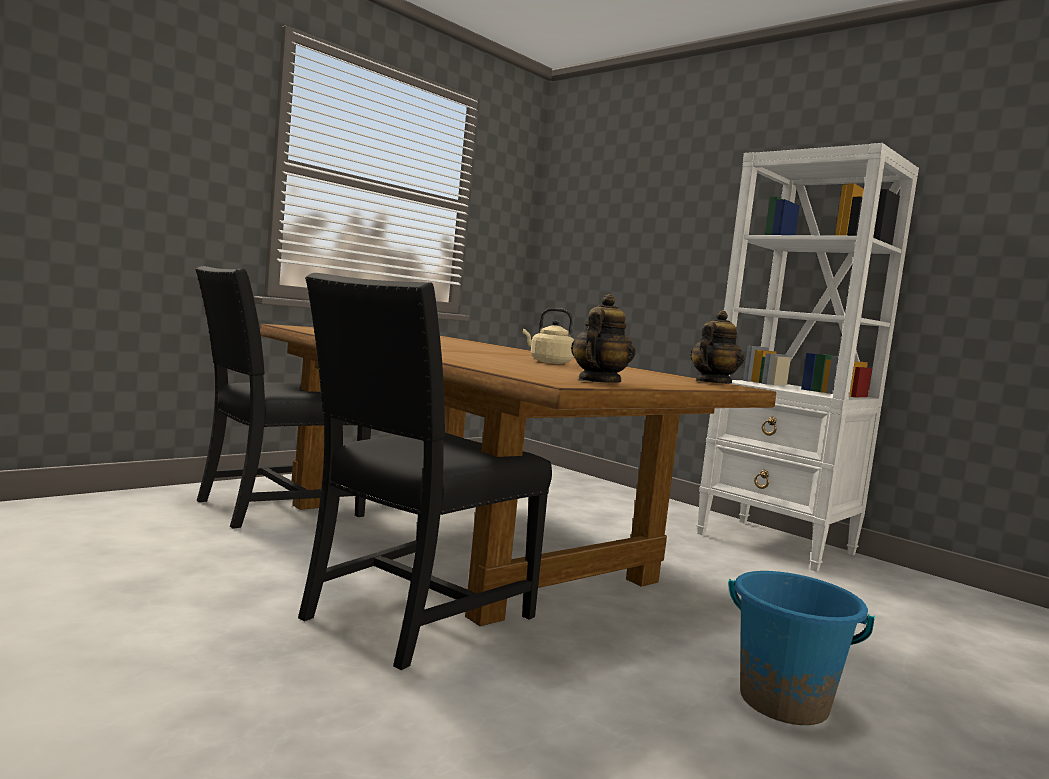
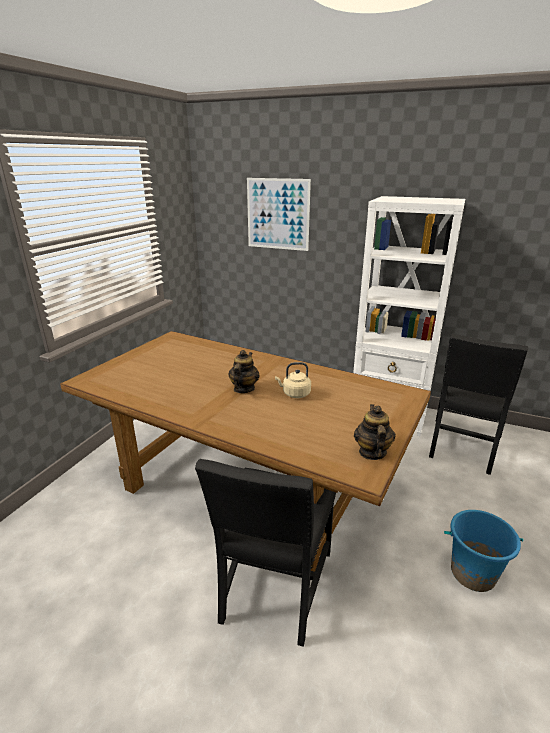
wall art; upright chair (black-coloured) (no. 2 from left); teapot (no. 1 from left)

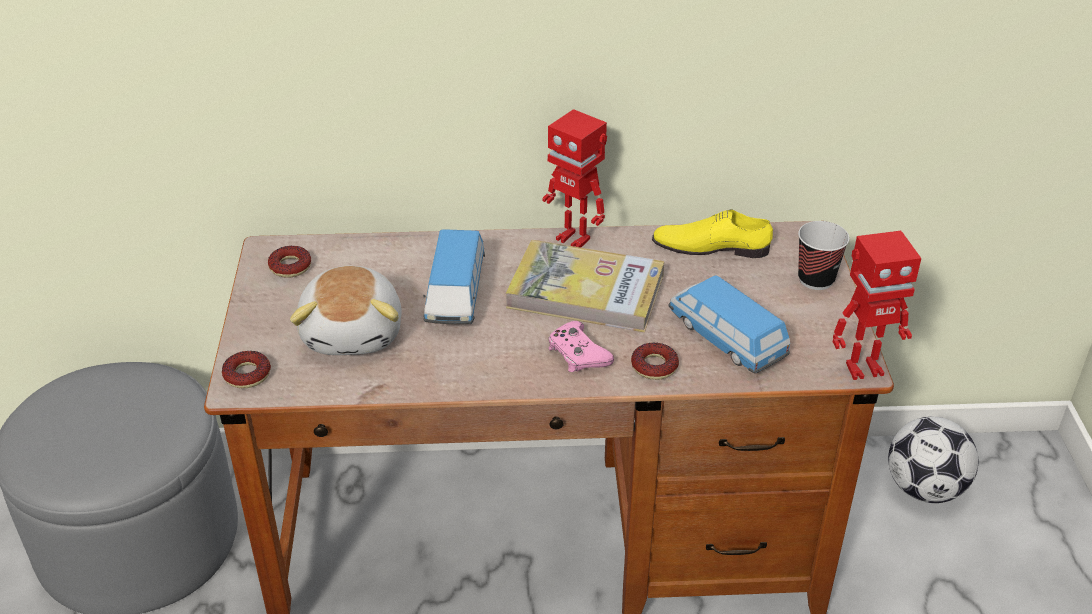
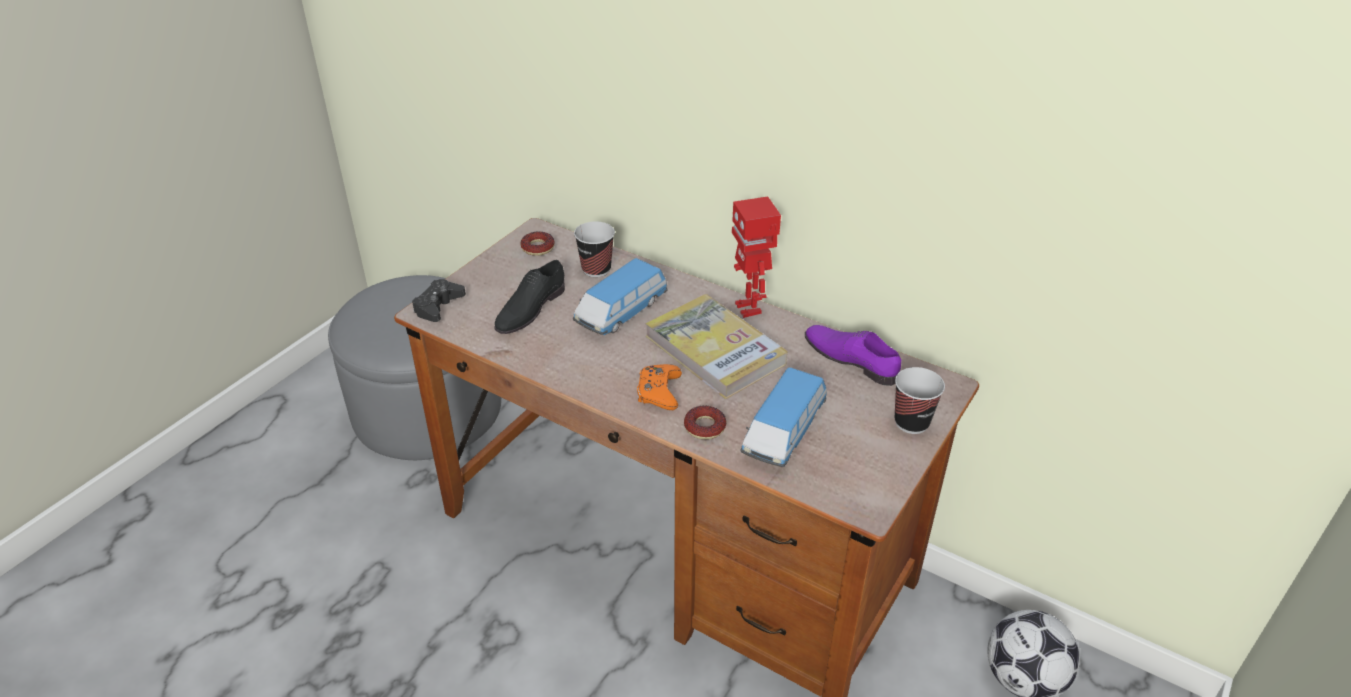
toy robot (no. 2 from left in the first image); cup (no. 1 from left); gamepad (black-coloured); shoe (black-coloured); gamepad (orangey); shoe (purple); miniature car (no. 2 from left)

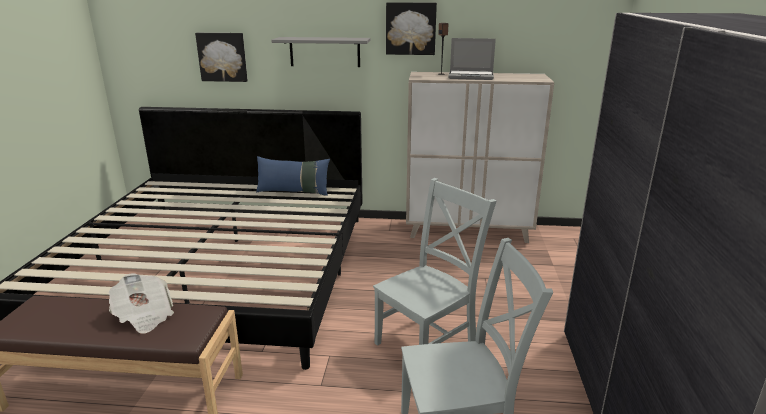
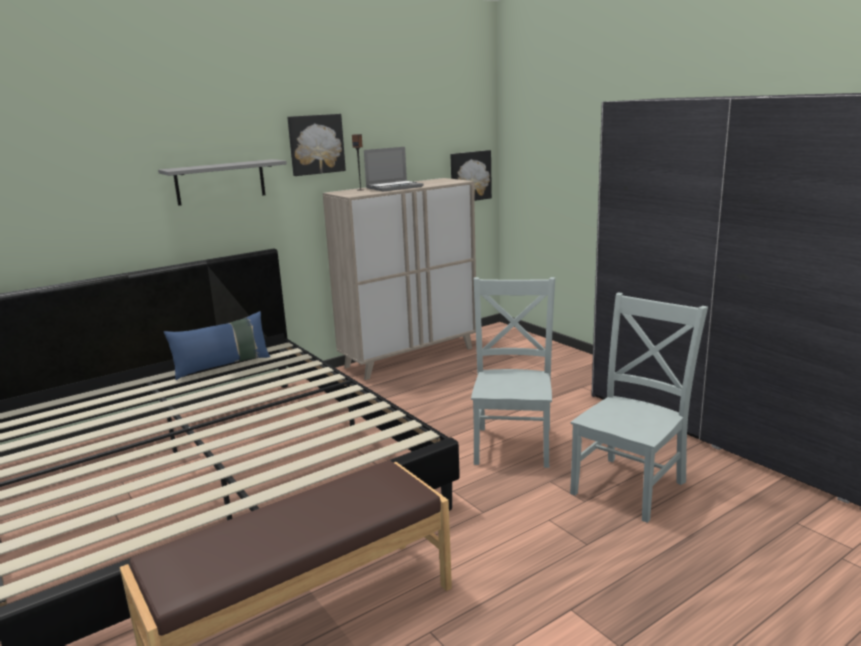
newspaper; wall art (no. 2 from left)

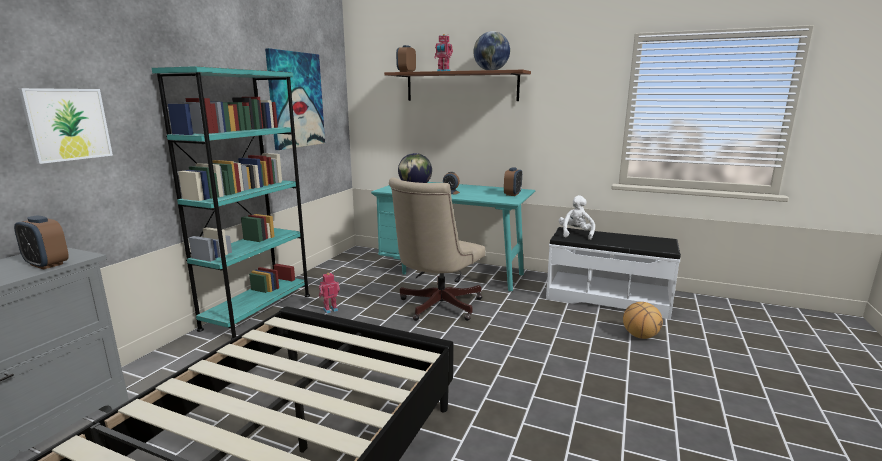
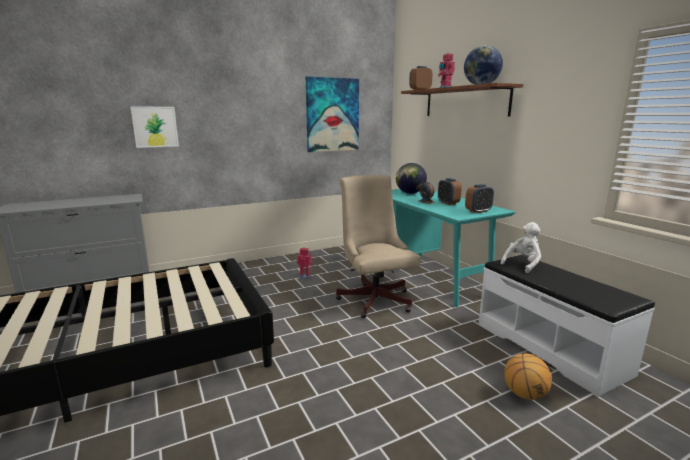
bookshelf (blue-green); bedside clock (no. 3 from left); office chair (beige)

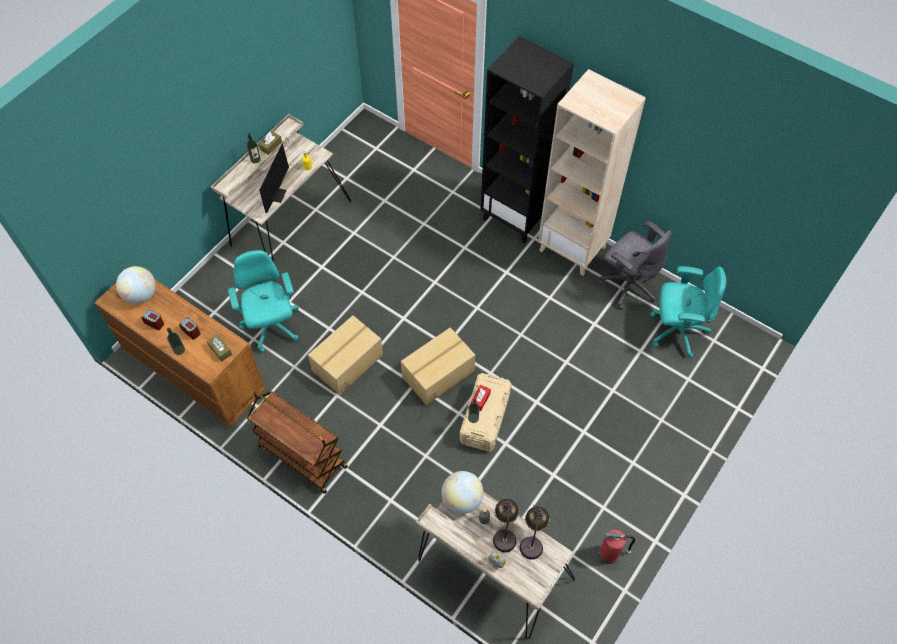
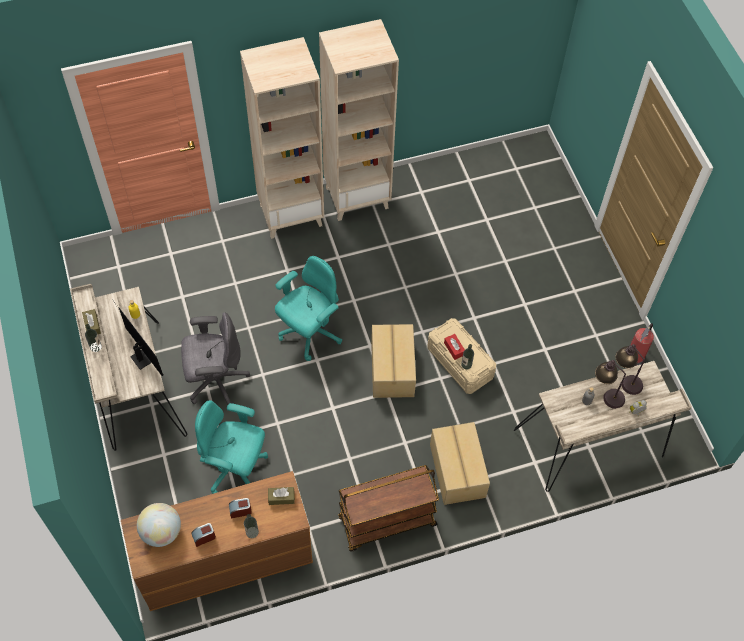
desk globe (no. 2 from left in the first image); cardboard box (no. 2 from left); office chair (gray); office chair (blue-green) (no. 2 from left); bookshelf (beige) (no. 1 from left)

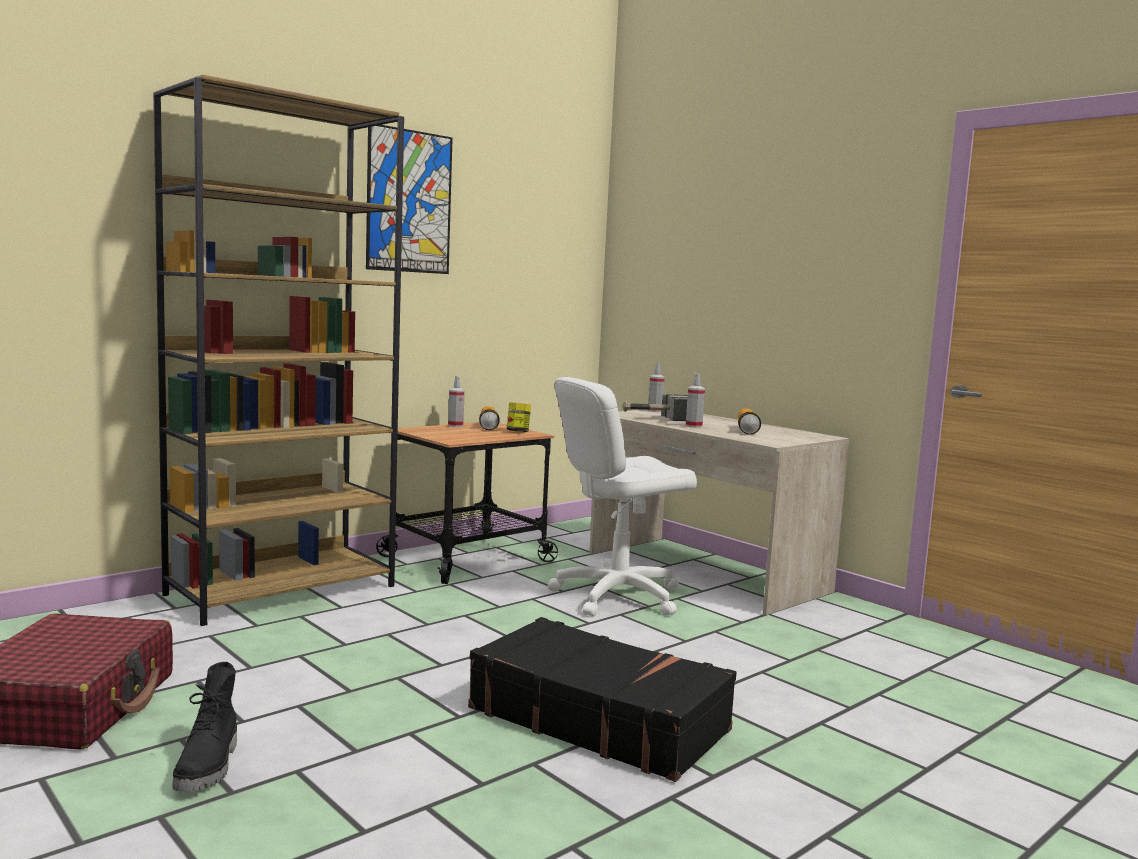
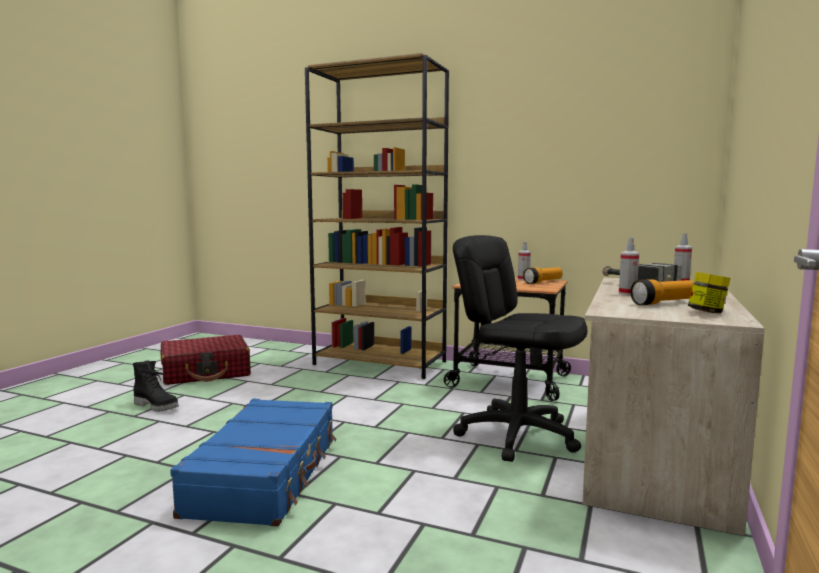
wall art; preserve jar; piece of luggage (blue); office chair (black-coloured); tall boot (black-coloured)

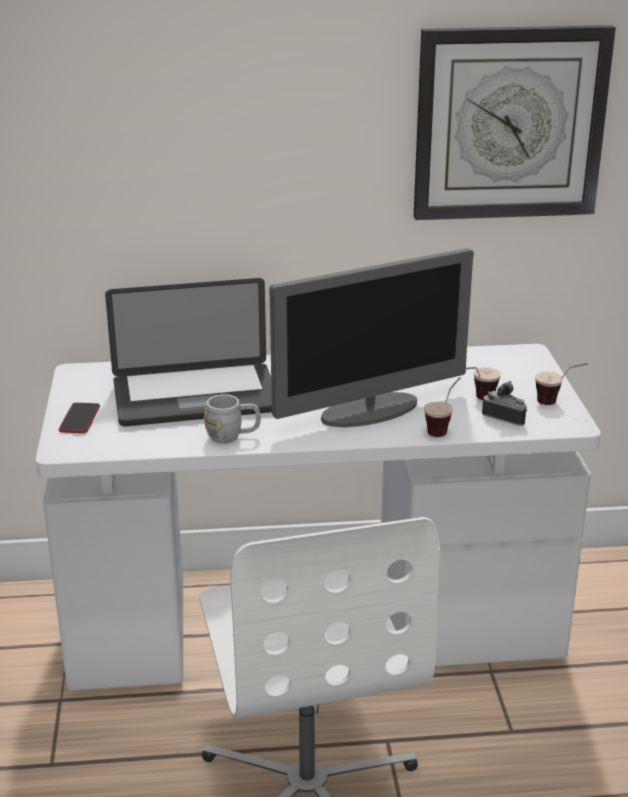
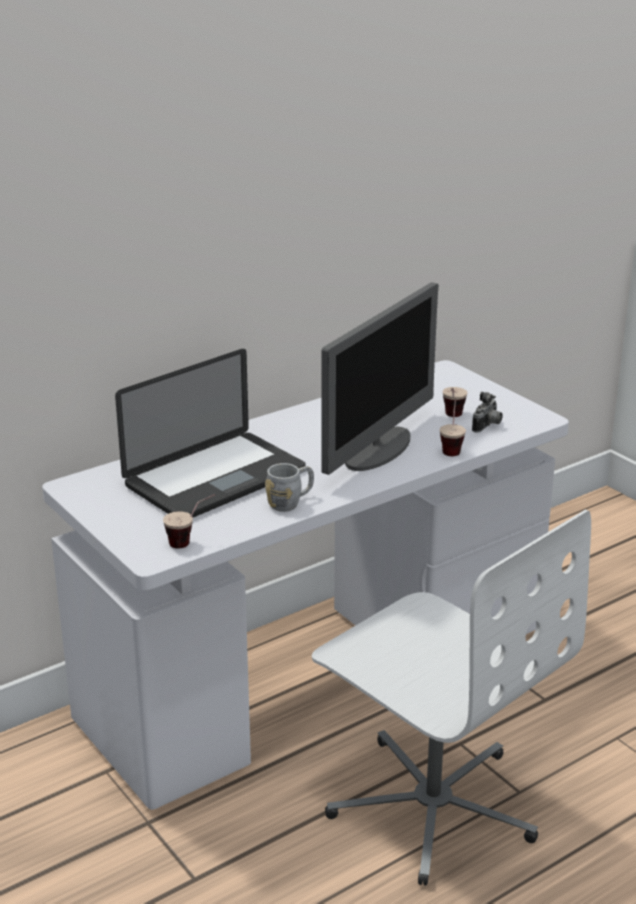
handset; wall clock; cup (no. 1 from left); still camera

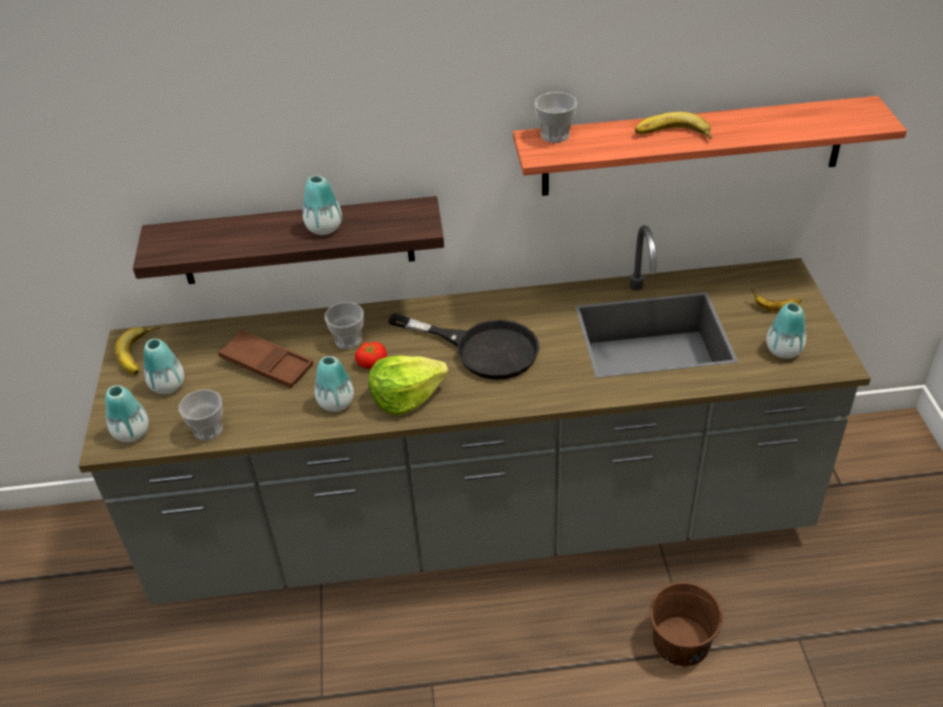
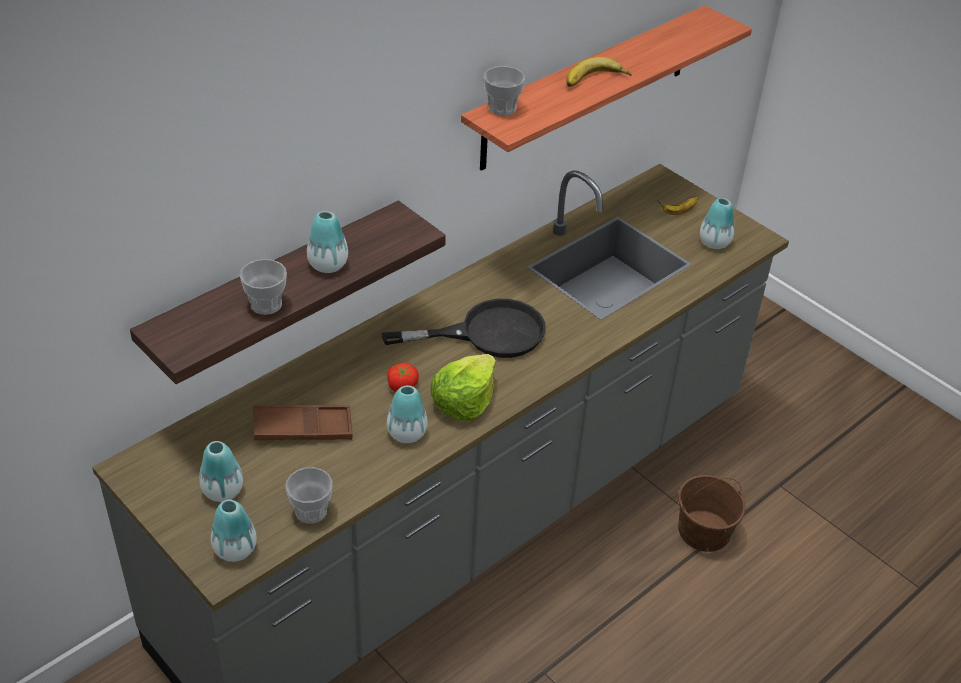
banana fruit (no. 1 from left in the first image); cup (no. 1 from left)

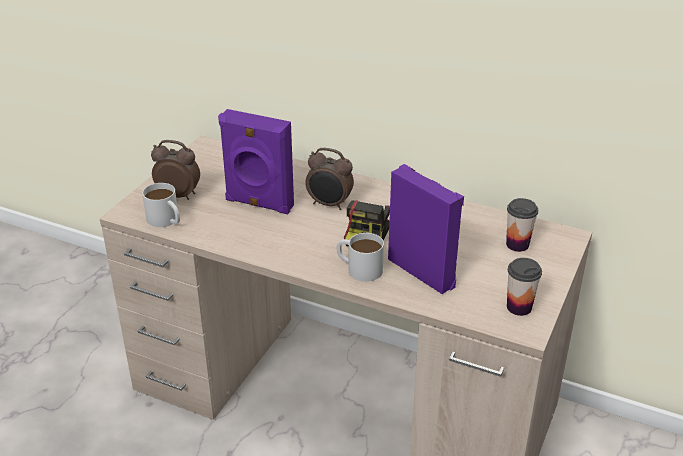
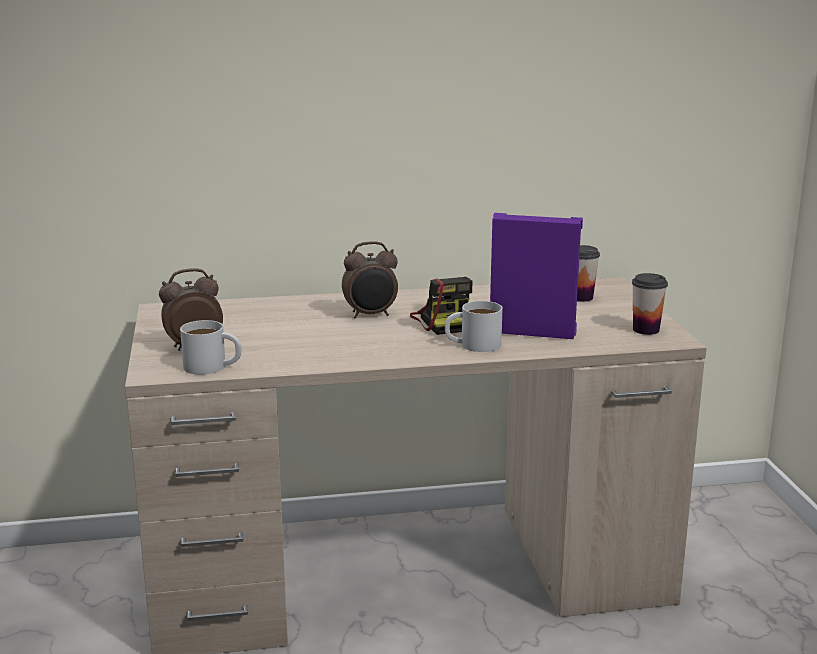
speaker (purple) (no. 1 from left in the first image)

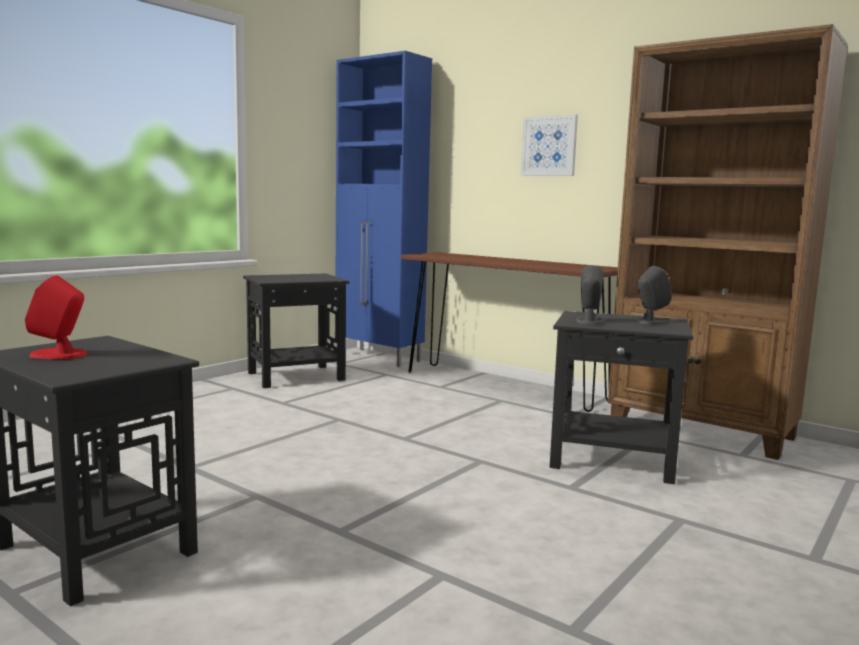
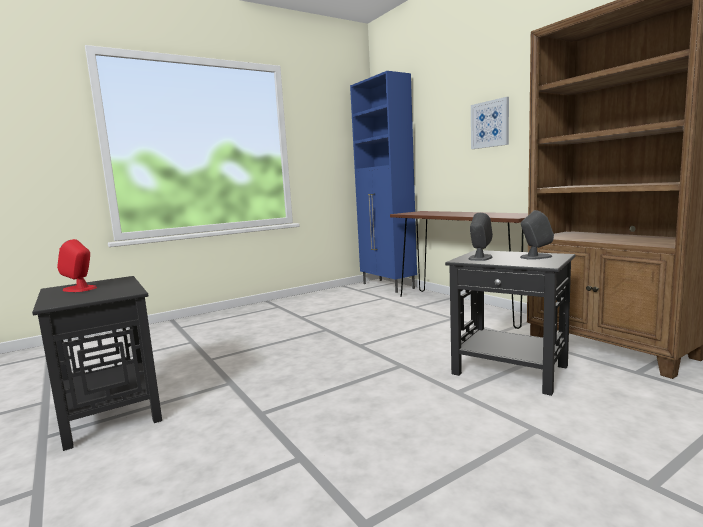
accent table (black-coloured) (no. 2 from left in the first image)

